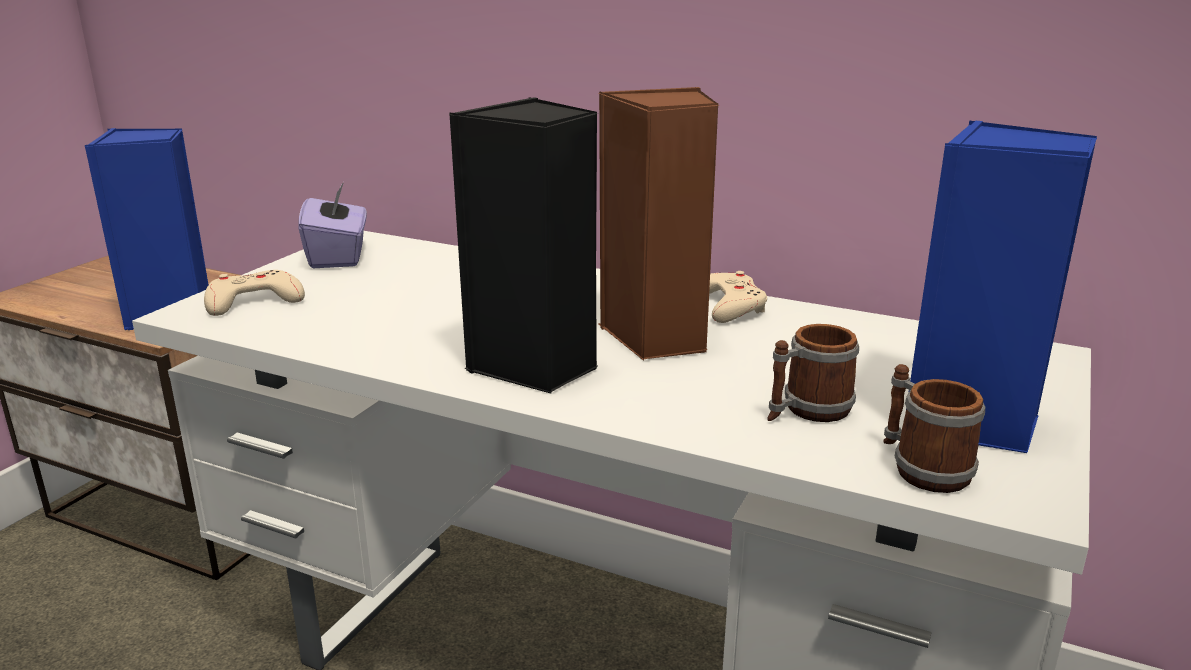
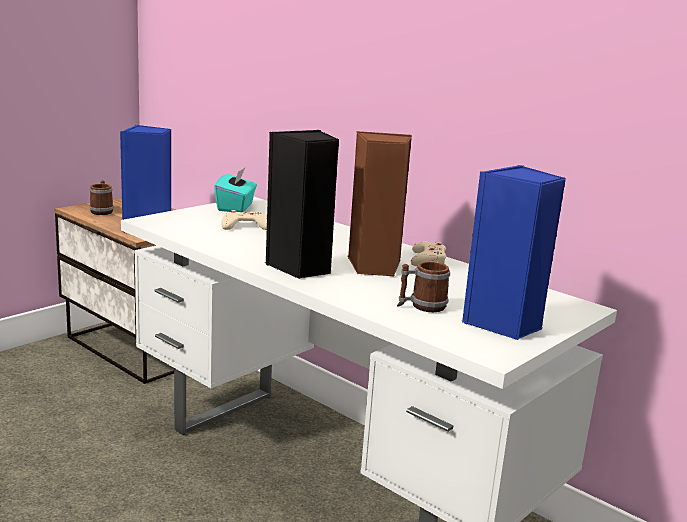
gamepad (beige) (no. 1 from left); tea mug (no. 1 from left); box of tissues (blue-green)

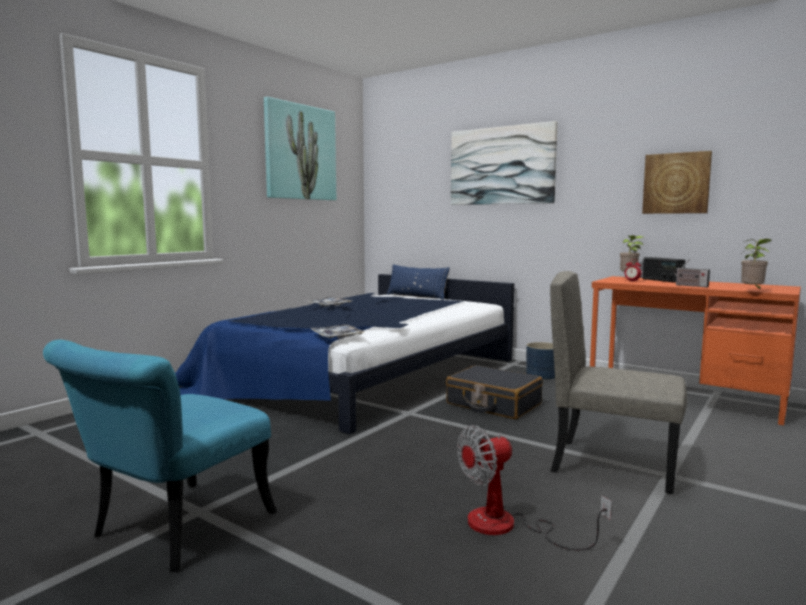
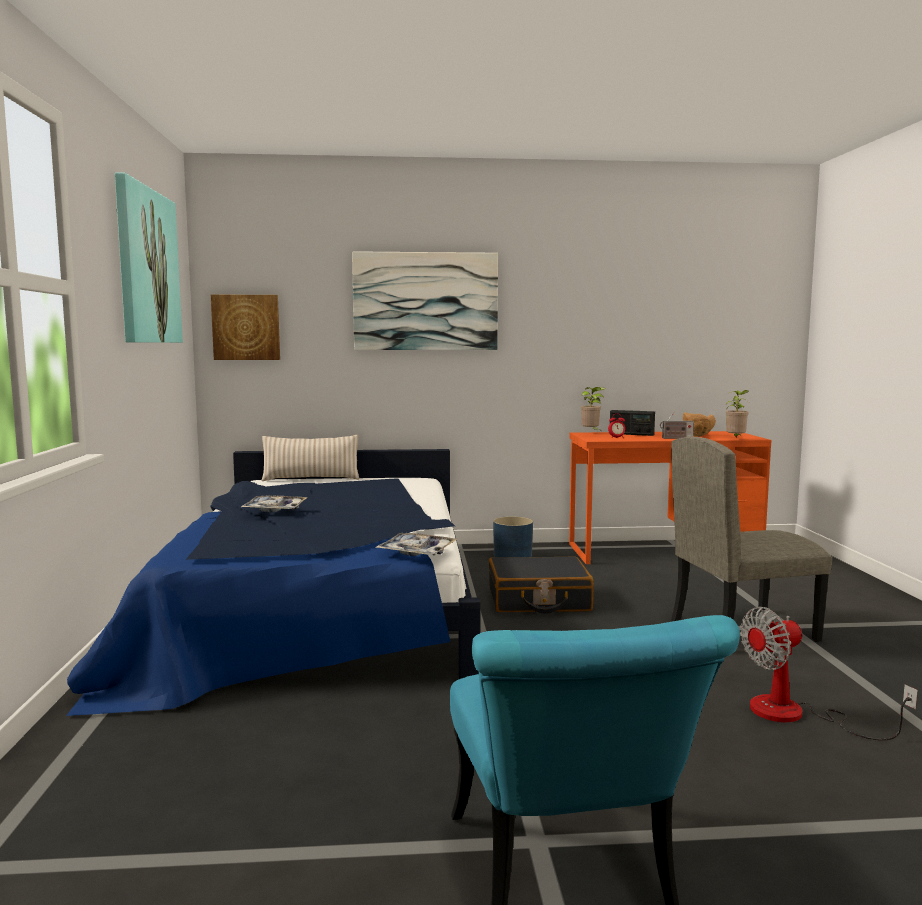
serving bowl (brownish); wall art (no. 2 from left); pillow (beige); cooling fan

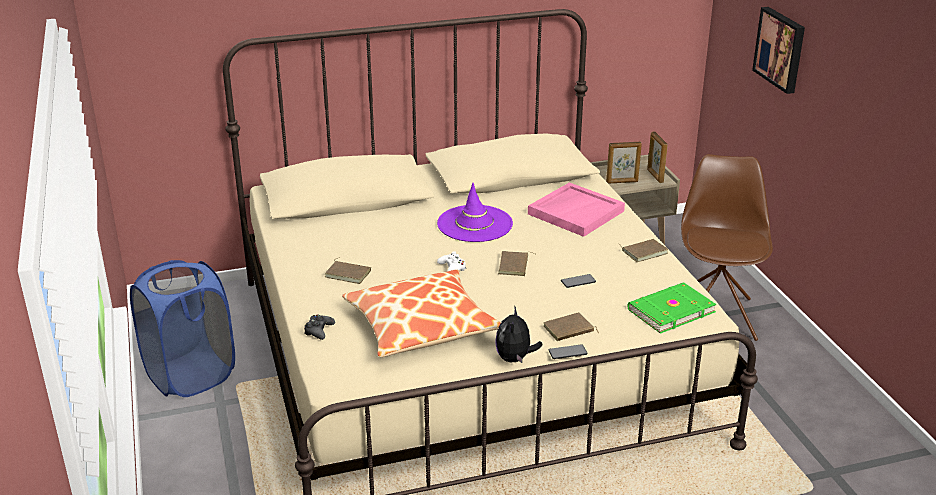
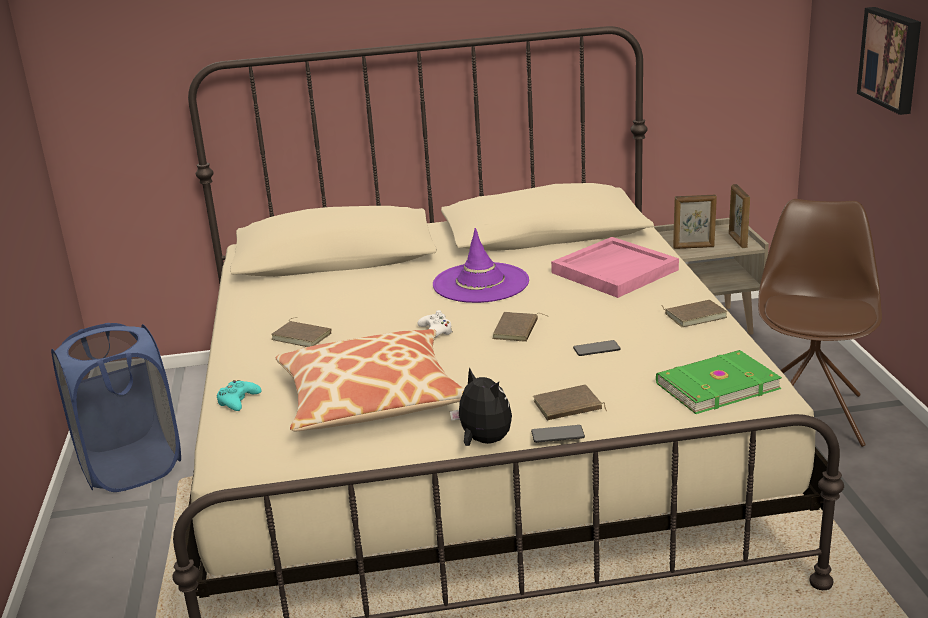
gamepad (blue-green); soft toy

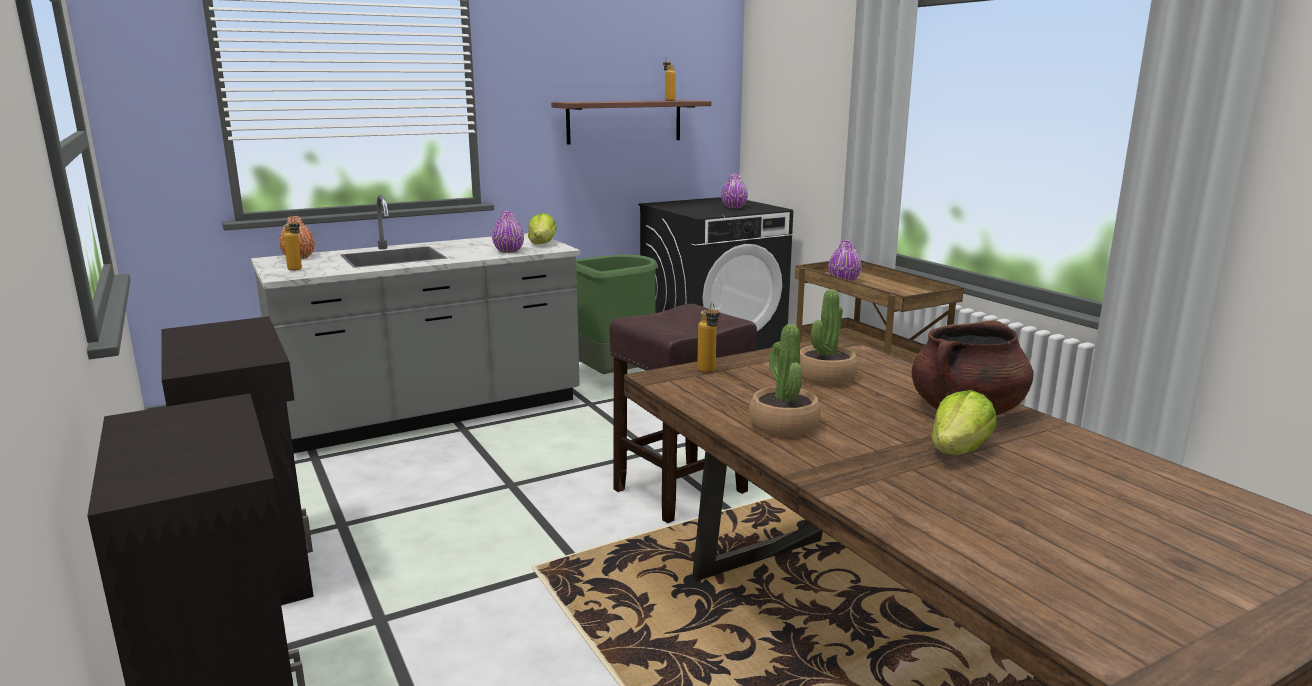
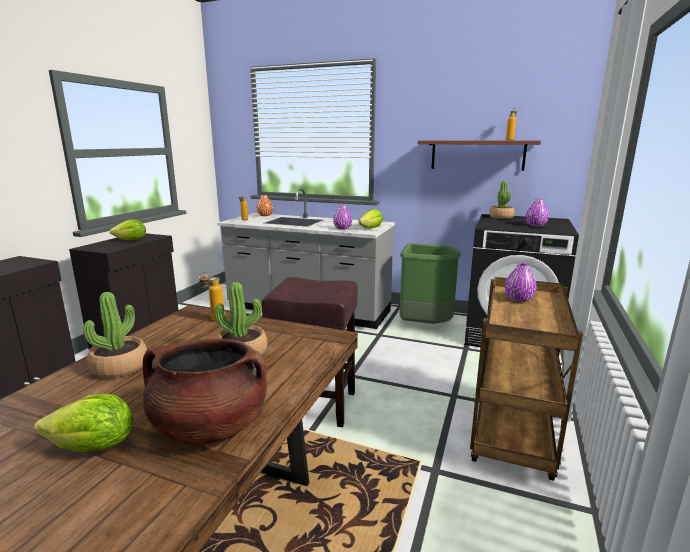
head of lettuce (no. 2 from left); houseplant (no. 3 from left)

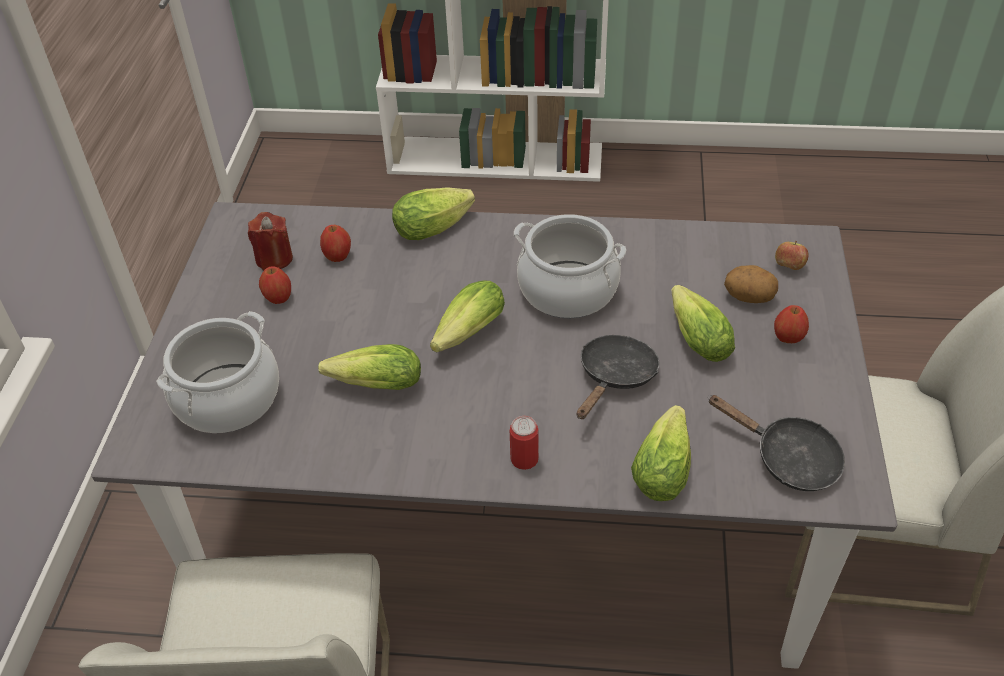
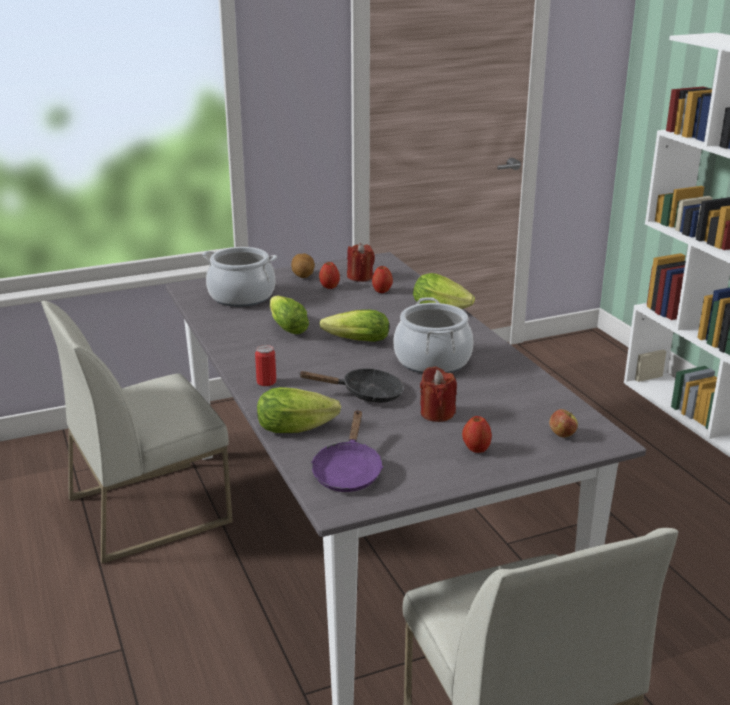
spud; wax light (red) (no. 2 from left); skillet (purple)

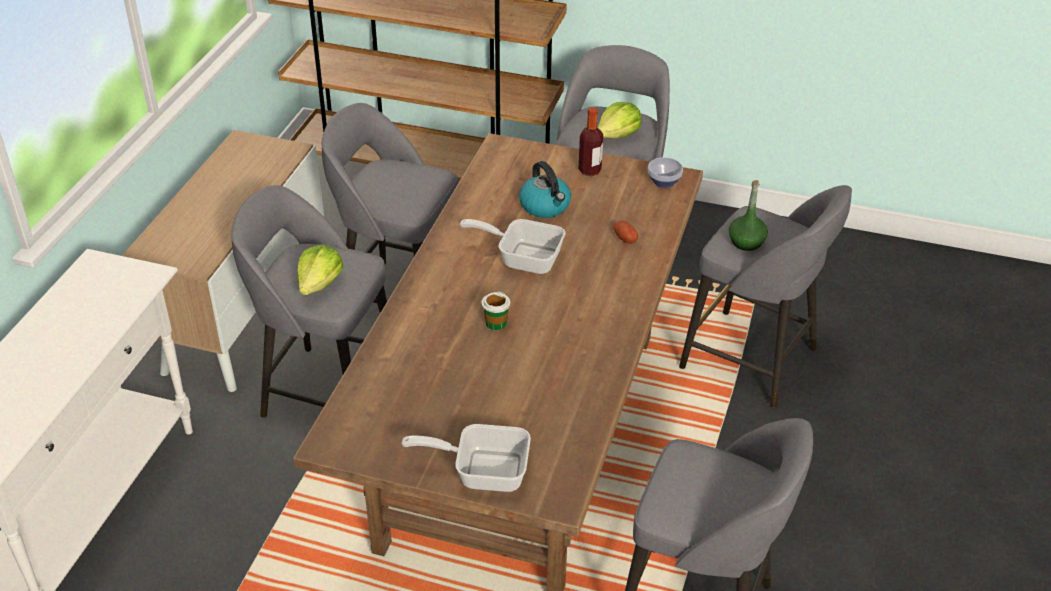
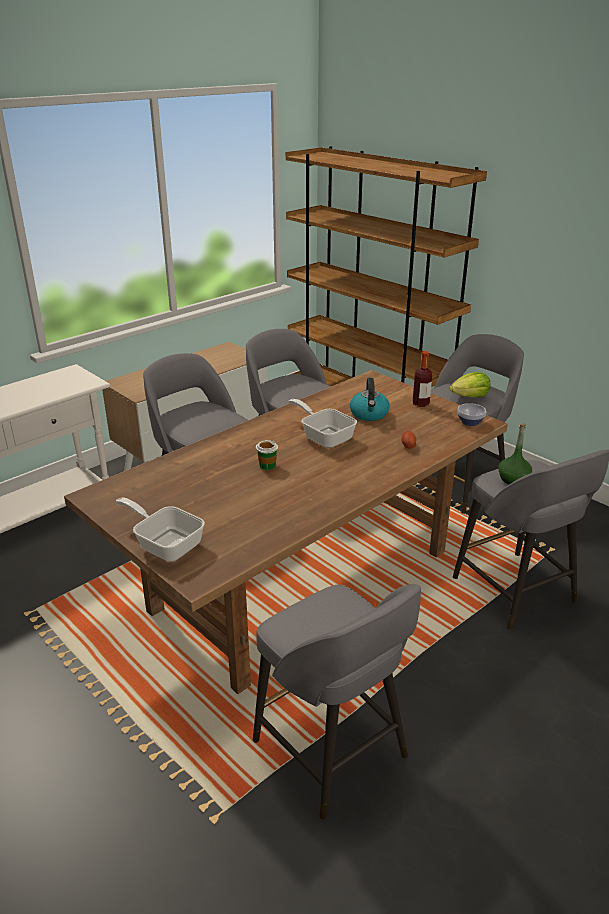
head of lettuce (no. 1 from left in the first image)

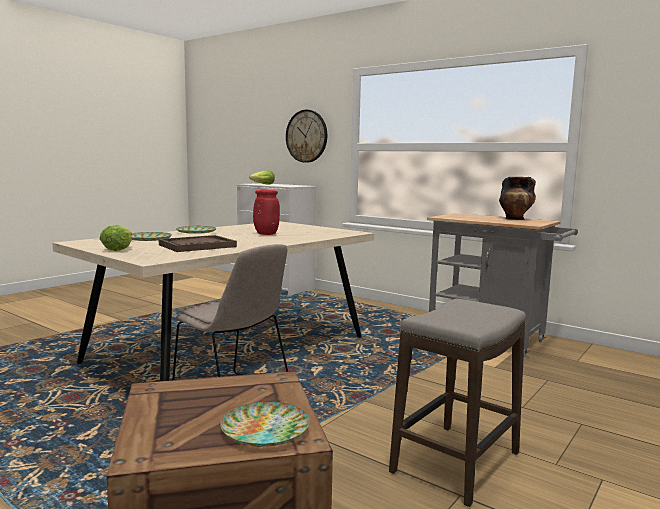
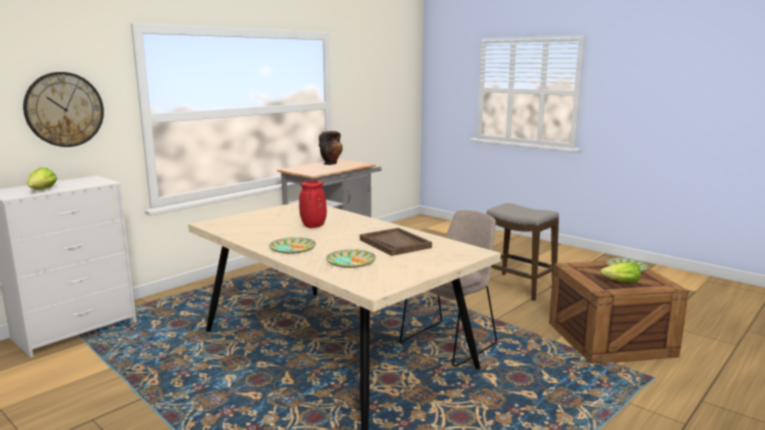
head of lettuce (no. 2 from left)

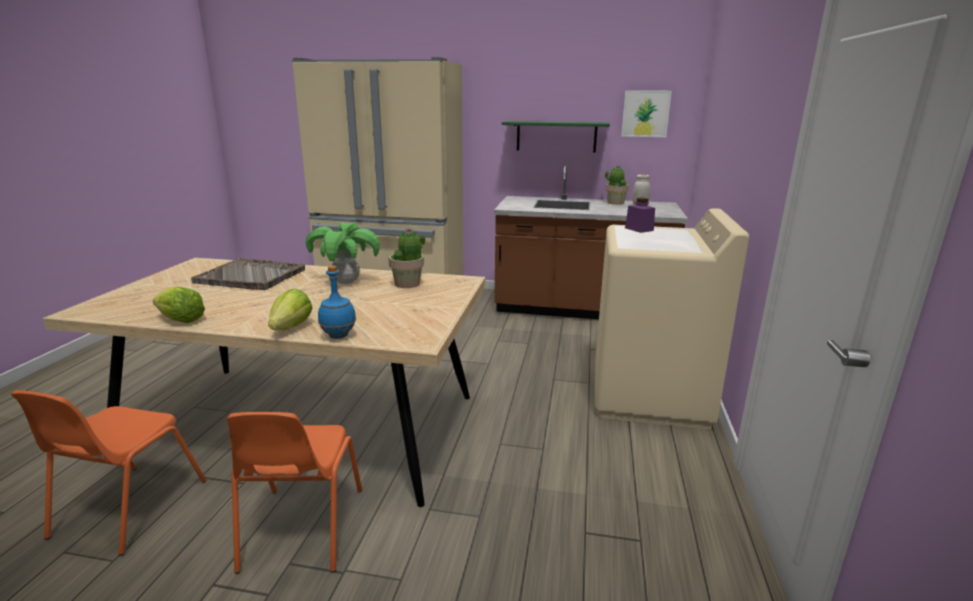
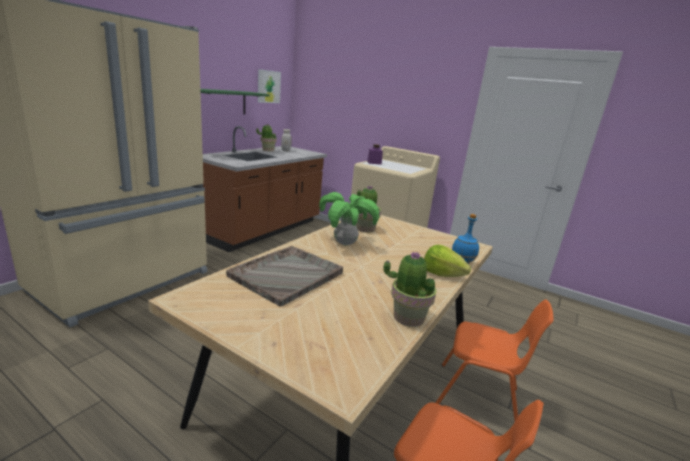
houseplant (no. 4 from left)

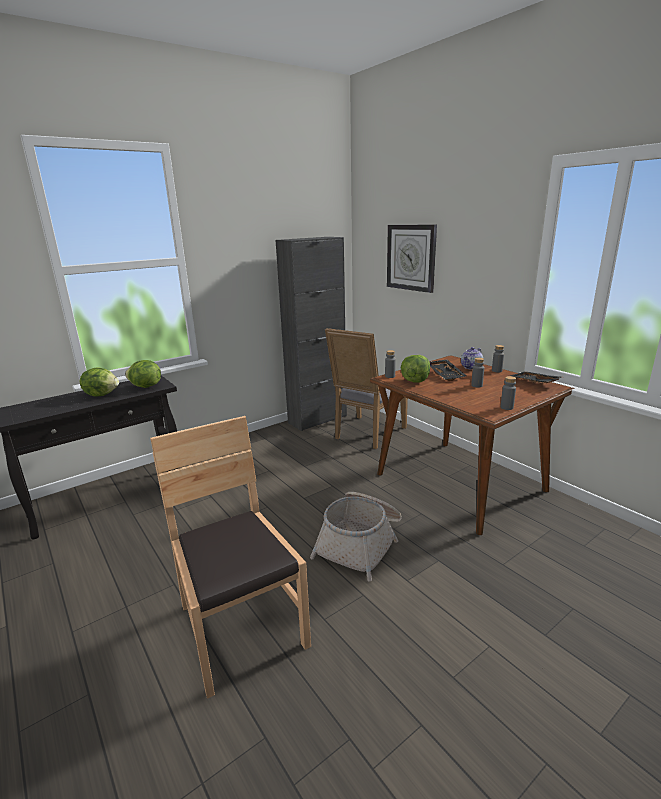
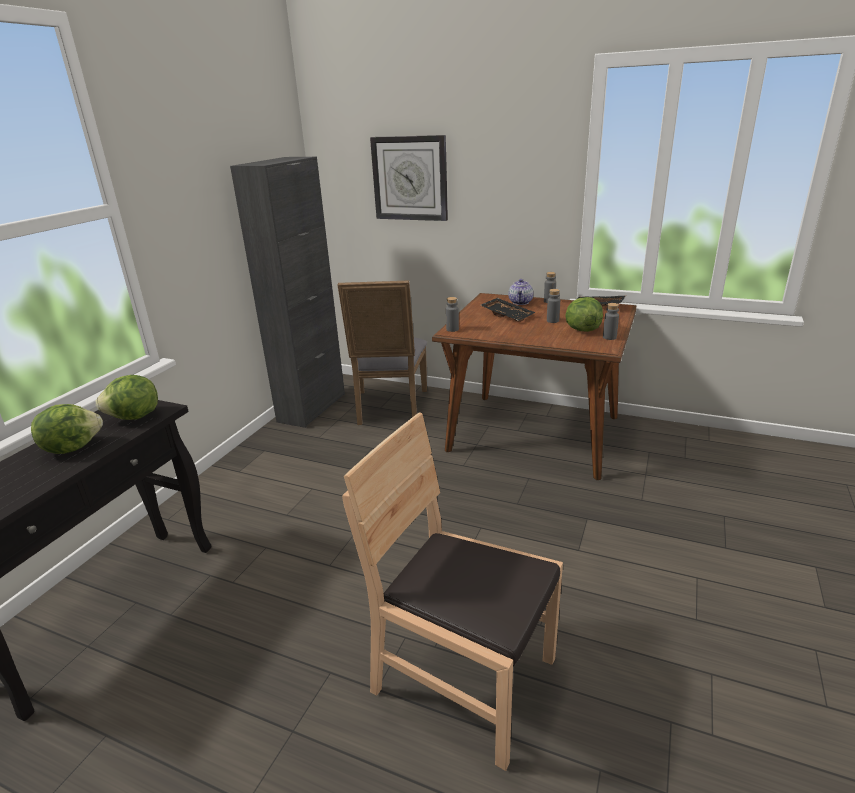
household basket; head of lettuce (no. 3 from left)

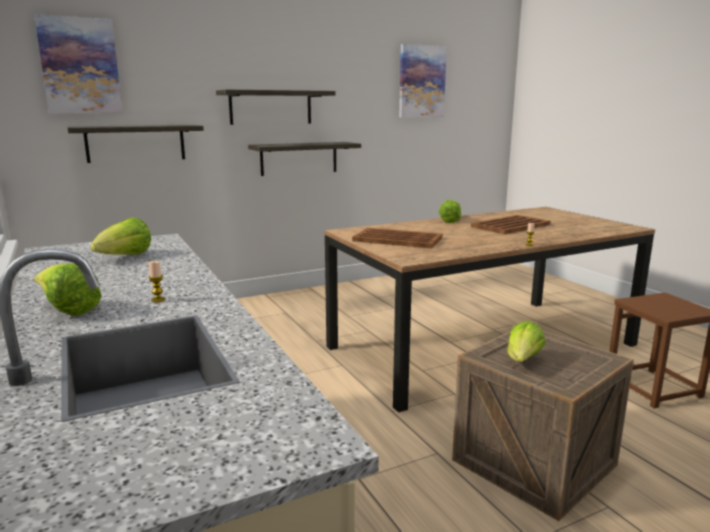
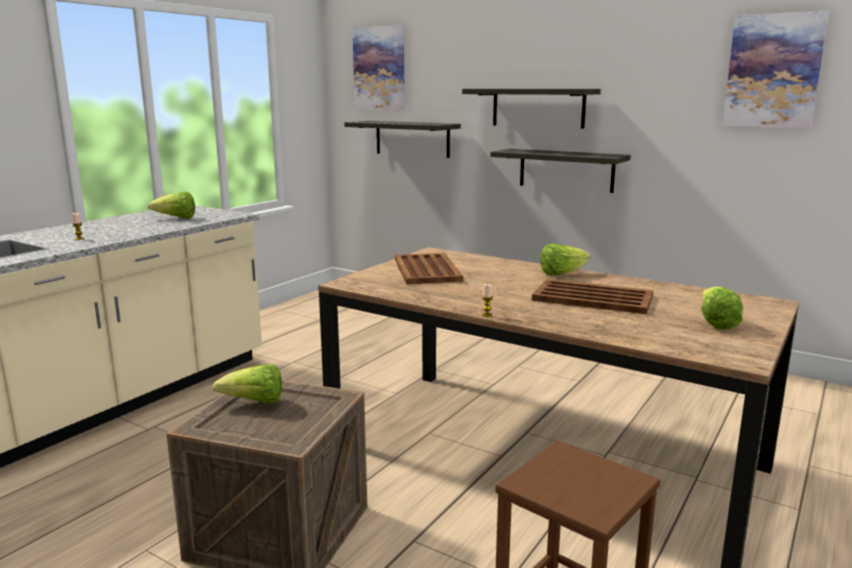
head of lettuce (no. 4 from left)

